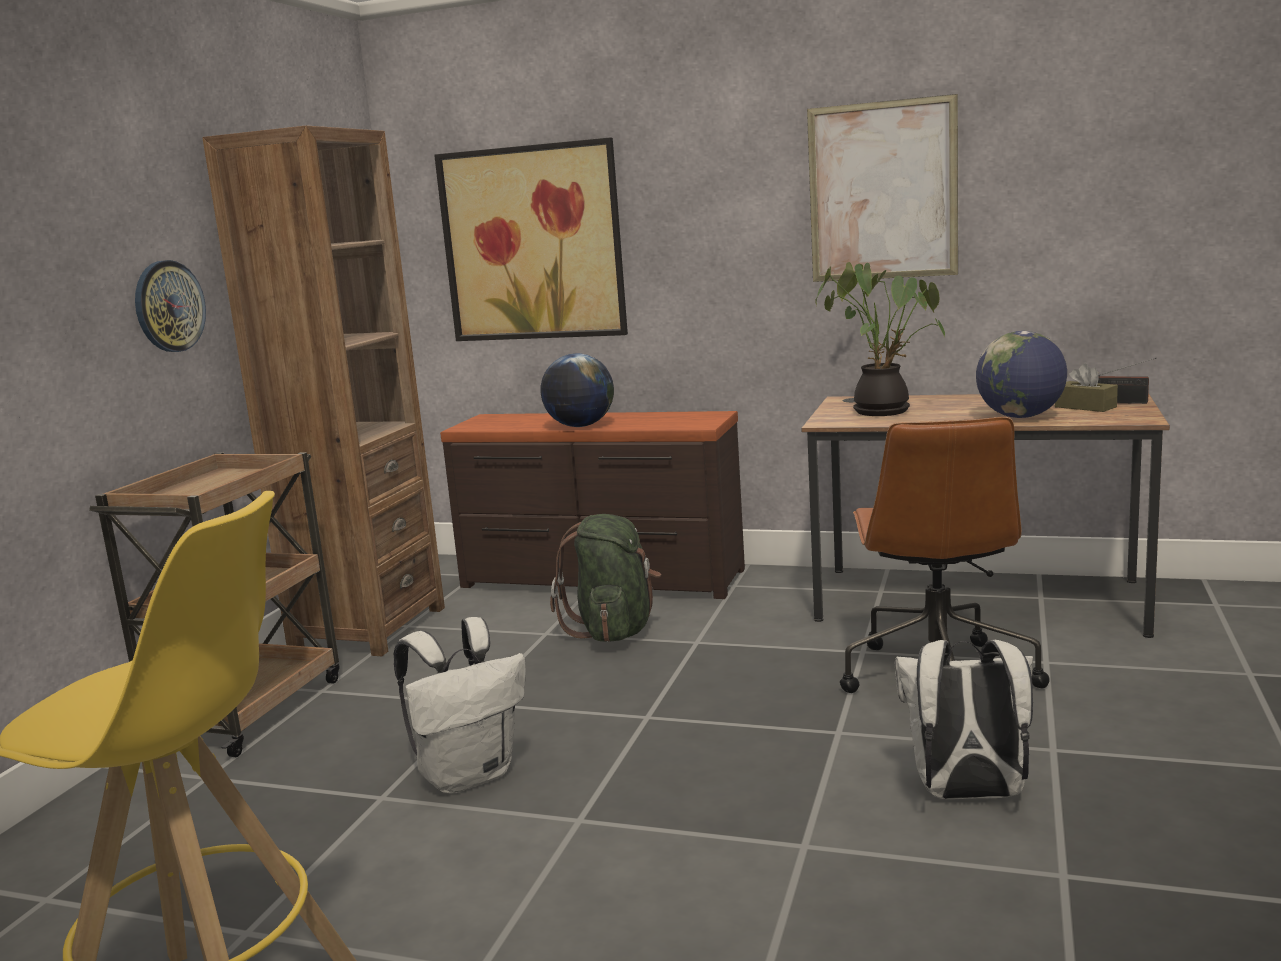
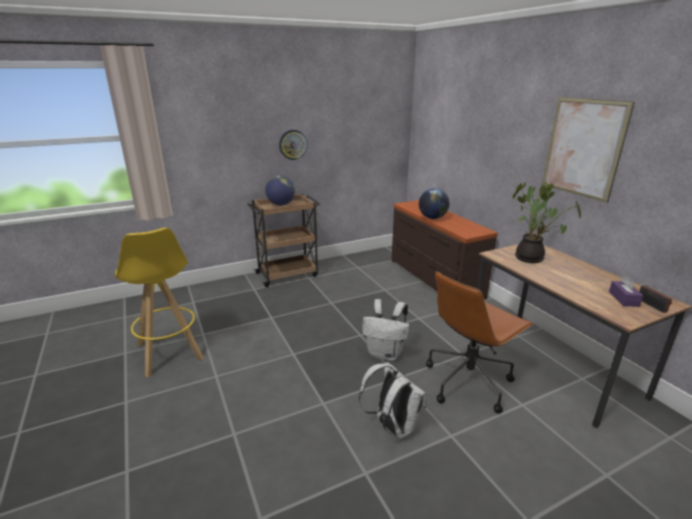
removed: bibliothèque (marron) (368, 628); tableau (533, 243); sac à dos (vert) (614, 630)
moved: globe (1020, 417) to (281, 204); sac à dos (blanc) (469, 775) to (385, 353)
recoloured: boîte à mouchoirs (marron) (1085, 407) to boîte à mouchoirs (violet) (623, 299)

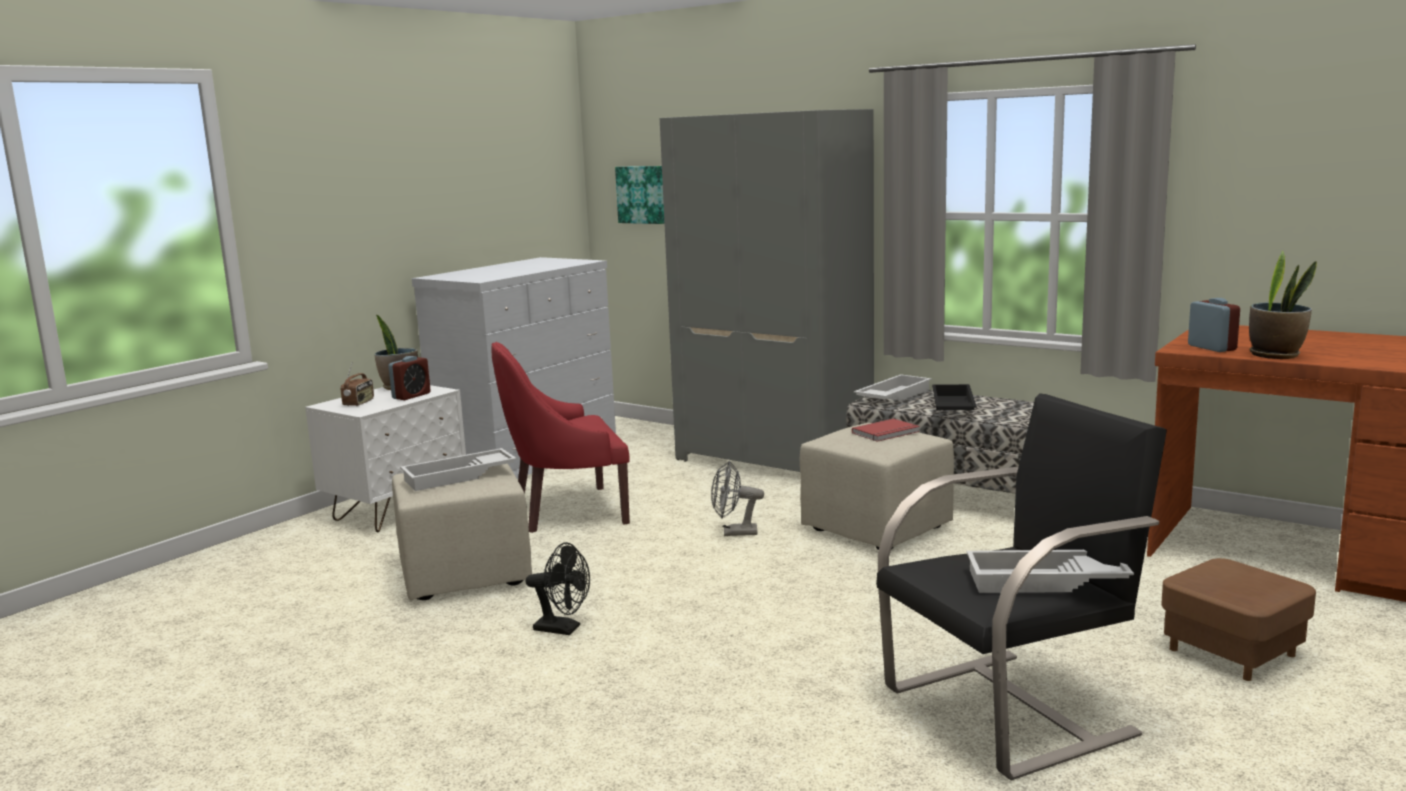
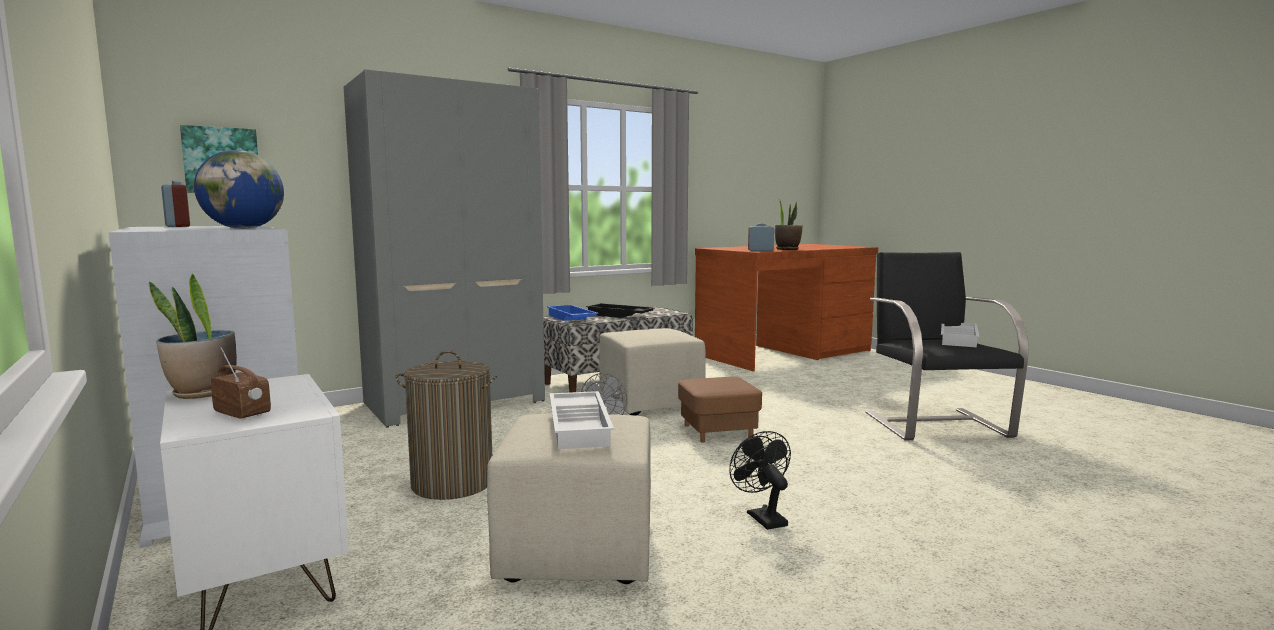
removed: livre (rouge) (887, 433)
added: globe (244, 228)
moved: réveil (411, 396) to (177, 226); pouf (marron) (1232, 652) to (718, 431)
replaced: fauteuil (rouge) (567, 511) to panier à linge (452, 483)
recoloured: plateau (blanc) (892, 396) to plateau (bleu) (570, 318)
turned: ventilateur (noir) (563, 629) = (762, 517) 60 degrees counterclockwise

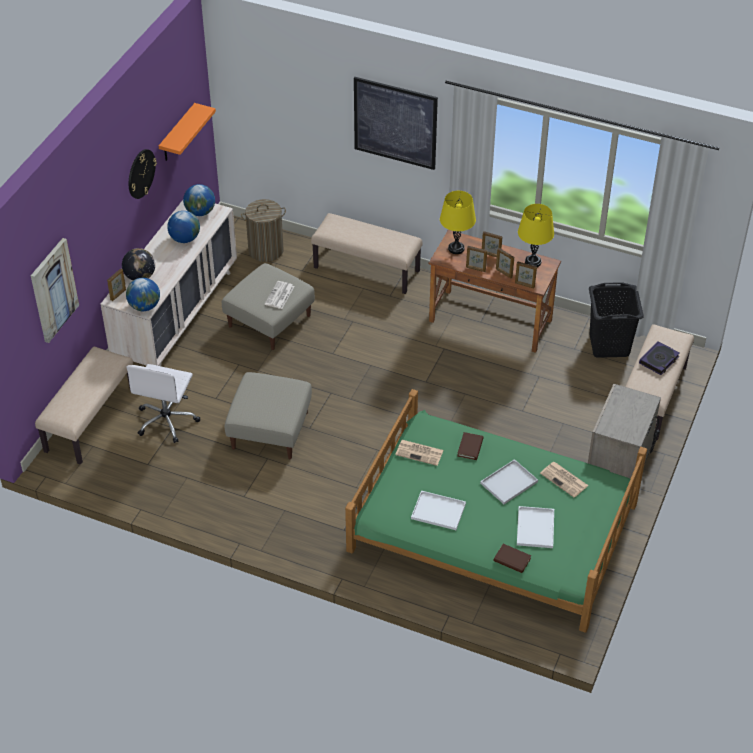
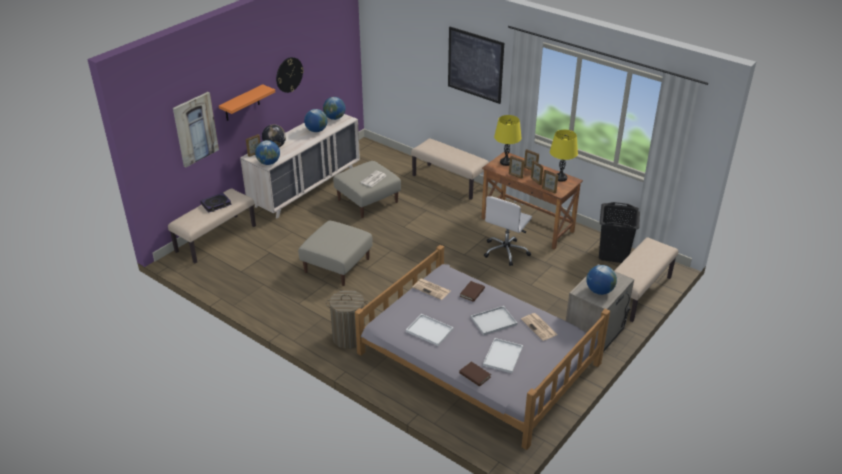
added: globe (599, 291)
moved: livre (659, 360) to (216, 204); étagère (orange) (177, 134) to (242, 103); panier à linge (266, 250) to (349, 337); chaise de bureau (blanc) (167, 420) to (506, 251)
recoloured: lit (vert) (492, 527) to lit (gris) (477, 358)

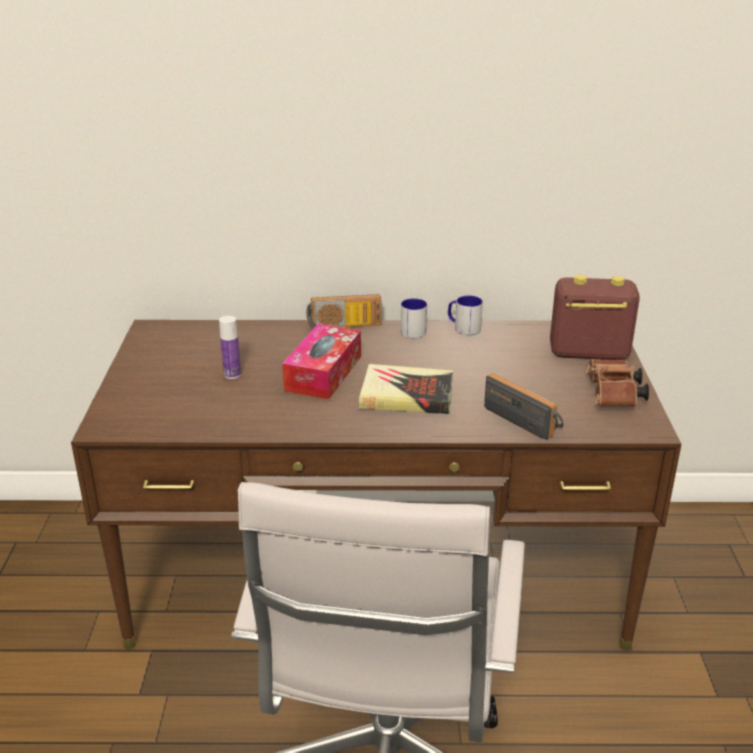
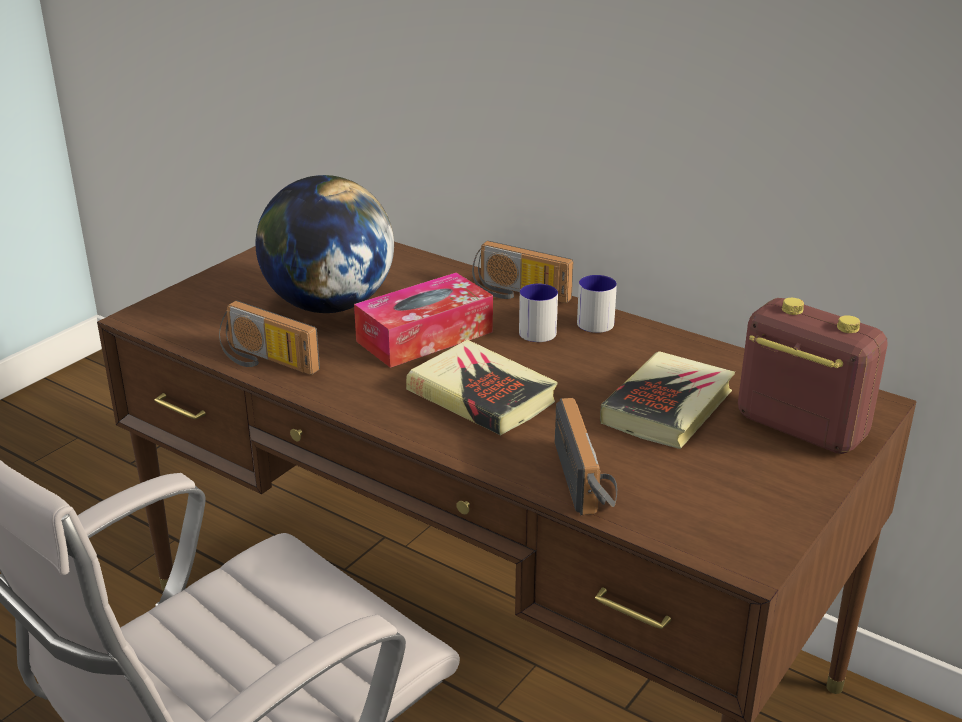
removed: jumelles (marron) (613, 397)
added: radio (265, 361); livre (667, 407)
moved: mug (463, 328) to (534, 329)
replaced: bouteille (232, 374) to globe (329, 305)

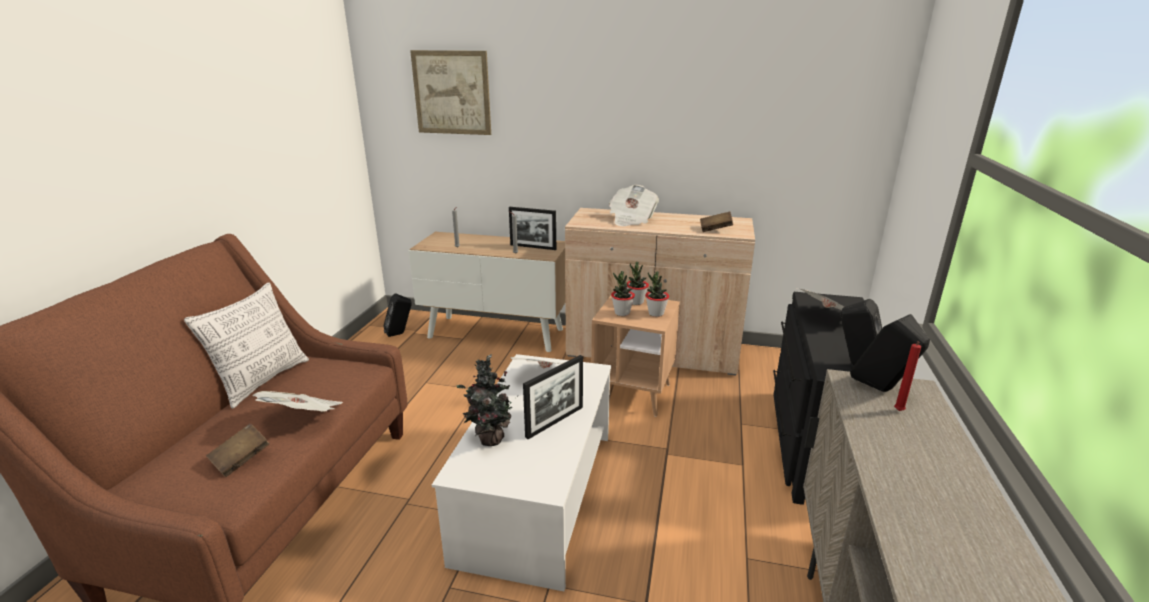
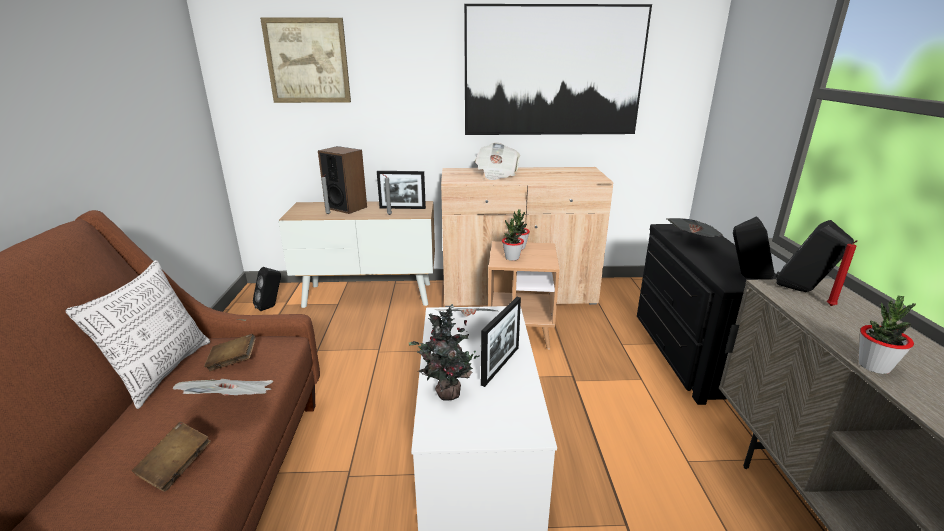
added: enceinte (346, 207); tableau (553, 72)
moved: livre (marron) (715, 230) to (233, 362); plante en pot (656, 313) to (874, 366)

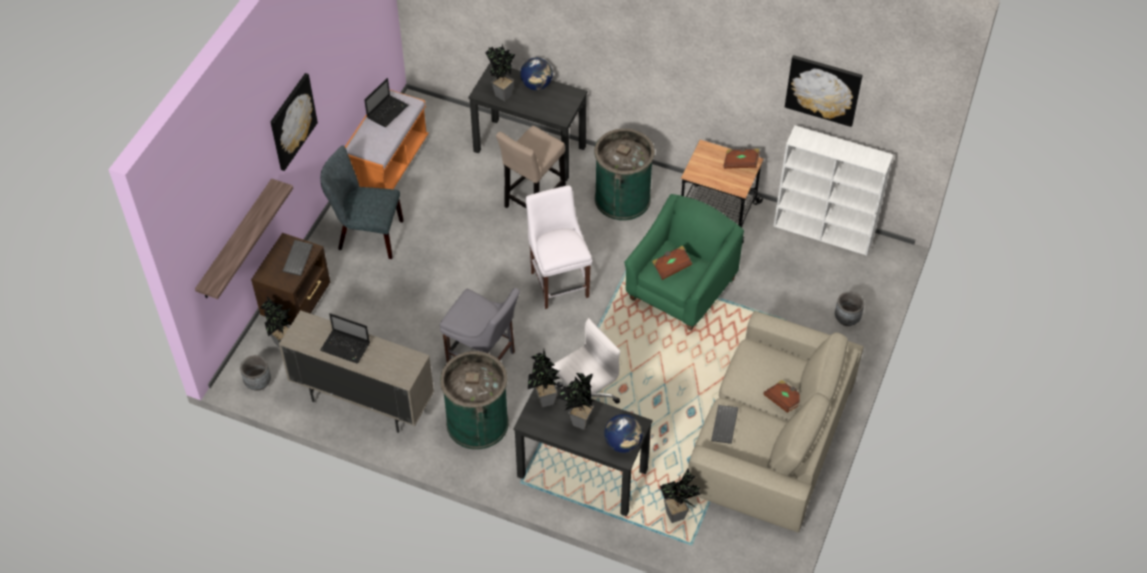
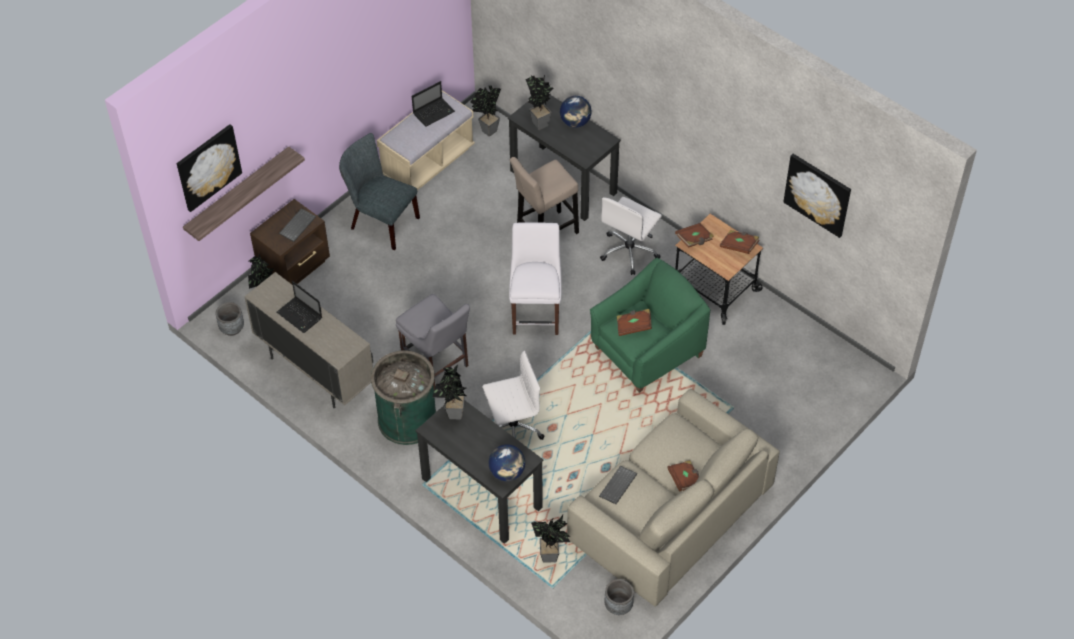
removed: bibliothèque (blanc) (824, 232)
added: livre (marron) (694, 240)
moved: tableau (292, 121) to (208, 167); plante en pot (578, 423) to (486, 131); cache-pot (gris) (847, 318) to (618, 606)
replaced: poubelle (vert) (622, 198) to chaise de bureau (blanc) (629, 251)
recoloured: banc (orange) (388, 164) to banc (beige) (428, 162)

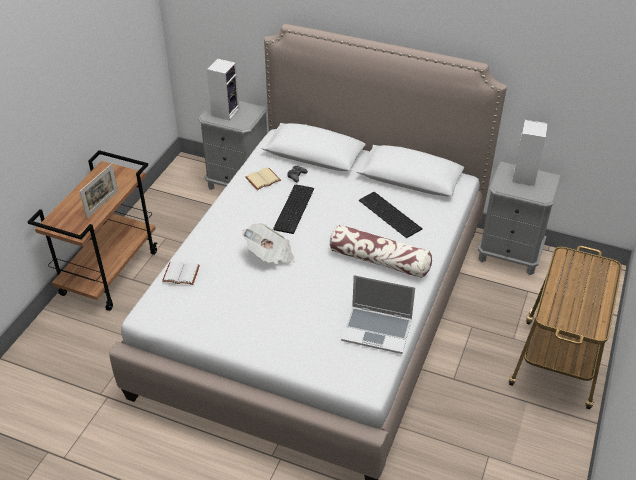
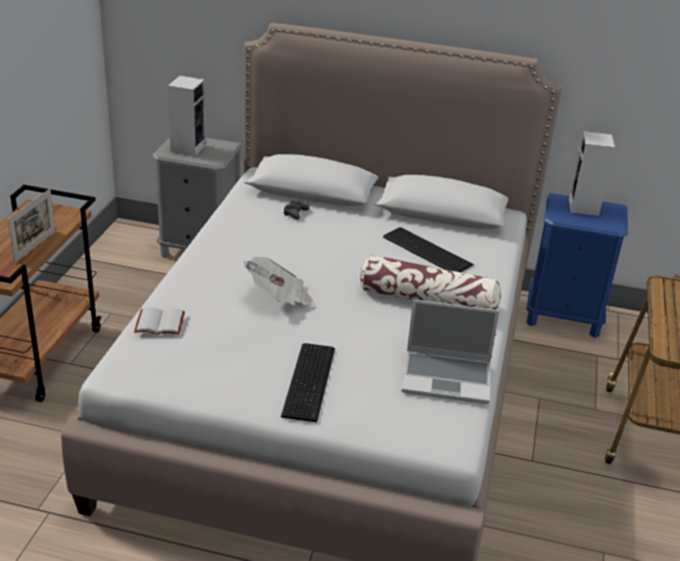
removed: livre (beige) (263, 179)
moved: clavier (295, 208) to (311, 381)
recoloured: table de chevet (gris) (510, 254) to table de chevet (bleu) (563, 316)

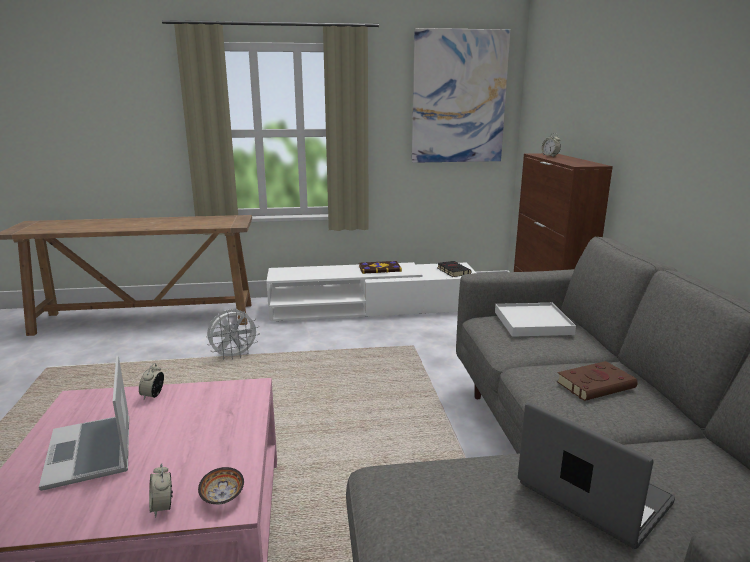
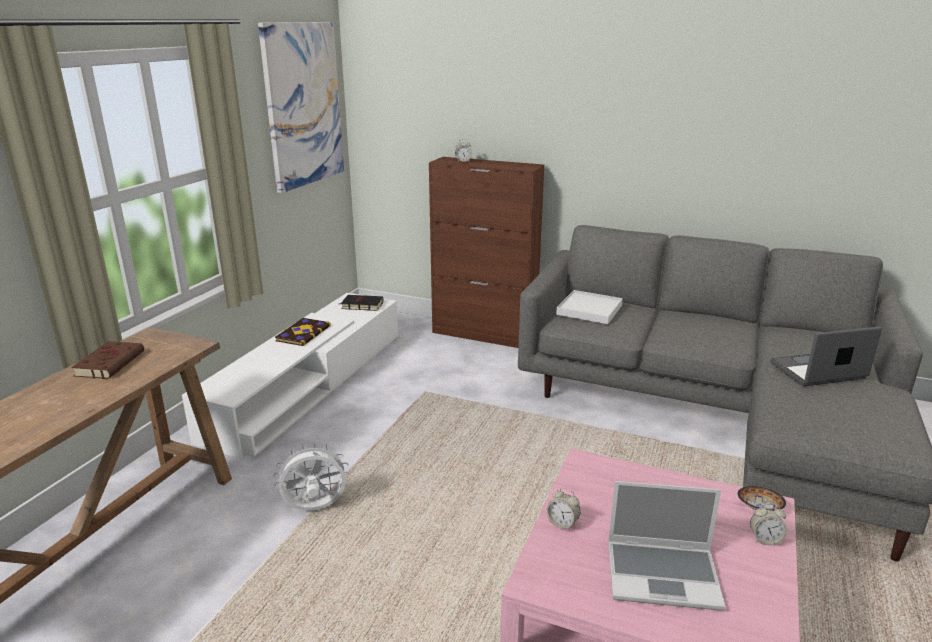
moved: livre (marron) (597, 385) to (111, 363)
turned: ventilateur (blanc) (234, 356) = (315, 509) 105 degrees counterclockwise

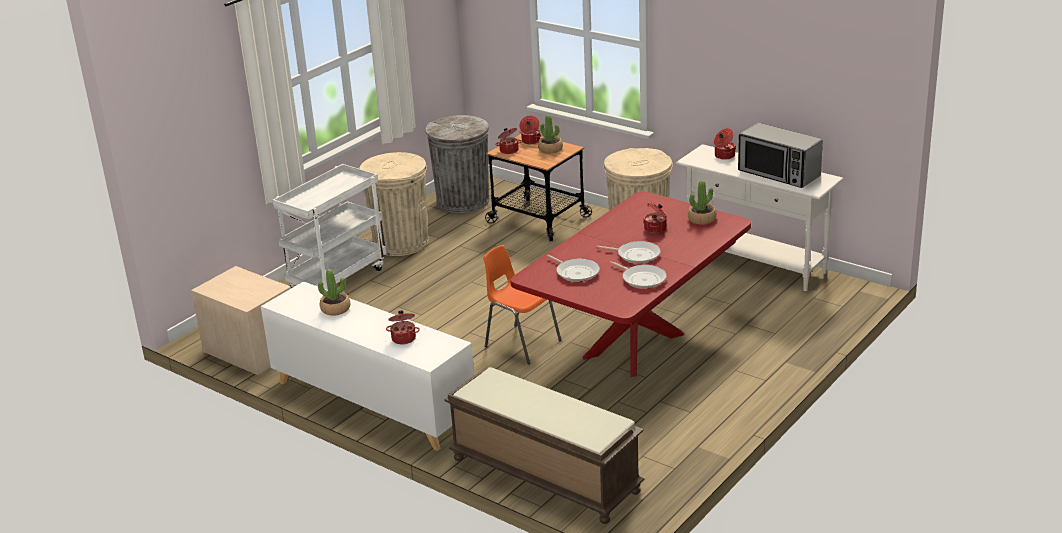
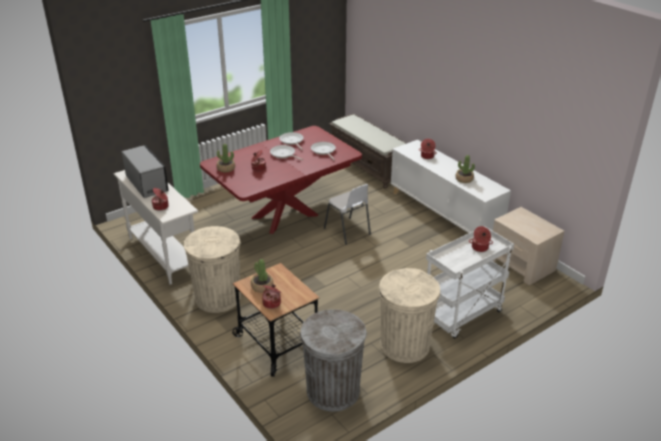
moved: marmite (509, 150) to (480, 248)
recoloured: chaise (orange) (521, 343) to chaise (blanc) (348, 232)

